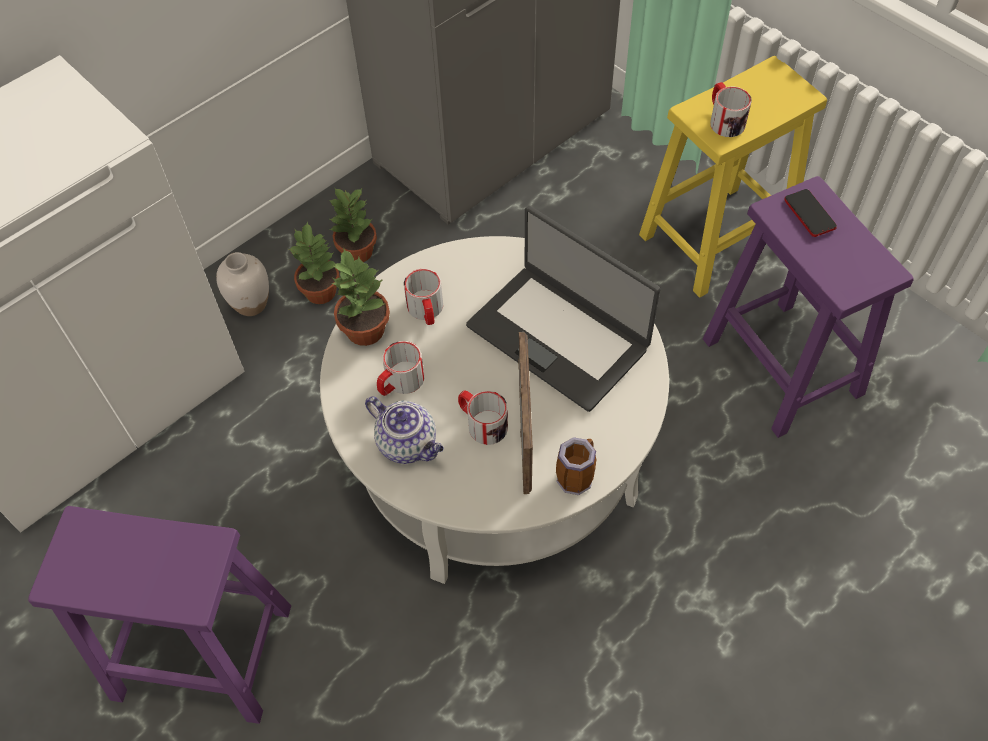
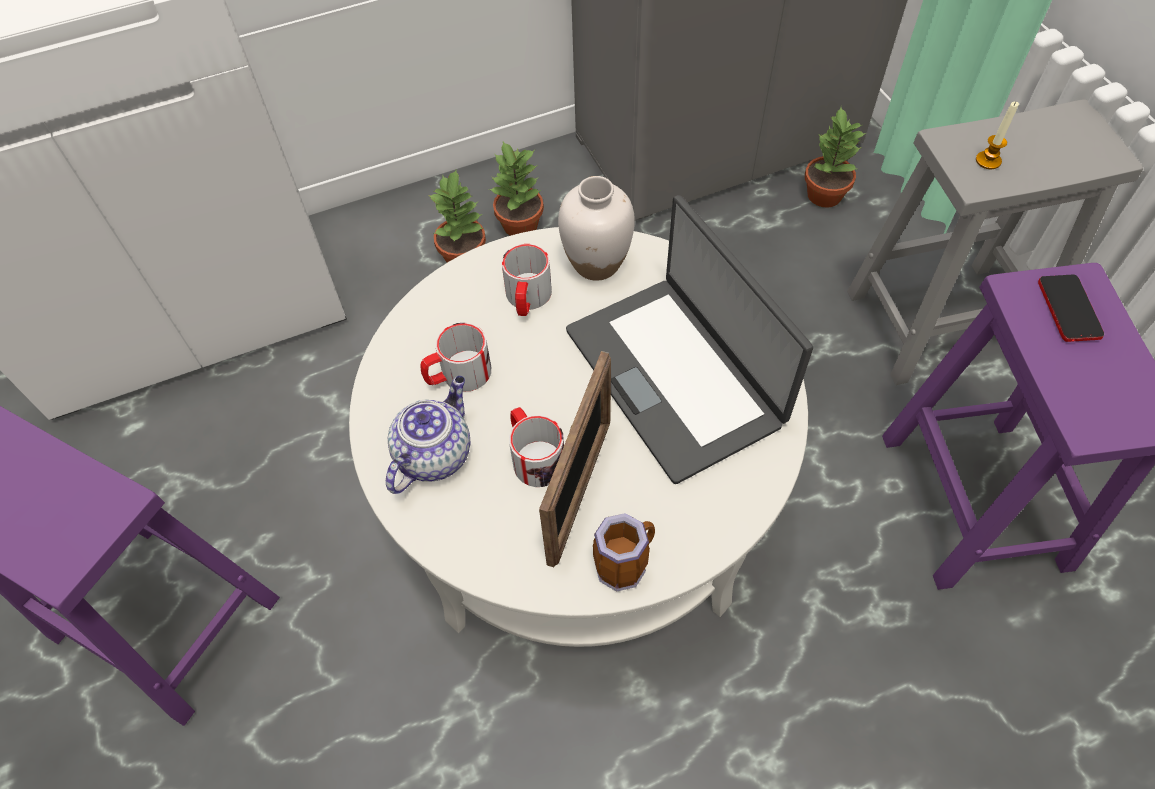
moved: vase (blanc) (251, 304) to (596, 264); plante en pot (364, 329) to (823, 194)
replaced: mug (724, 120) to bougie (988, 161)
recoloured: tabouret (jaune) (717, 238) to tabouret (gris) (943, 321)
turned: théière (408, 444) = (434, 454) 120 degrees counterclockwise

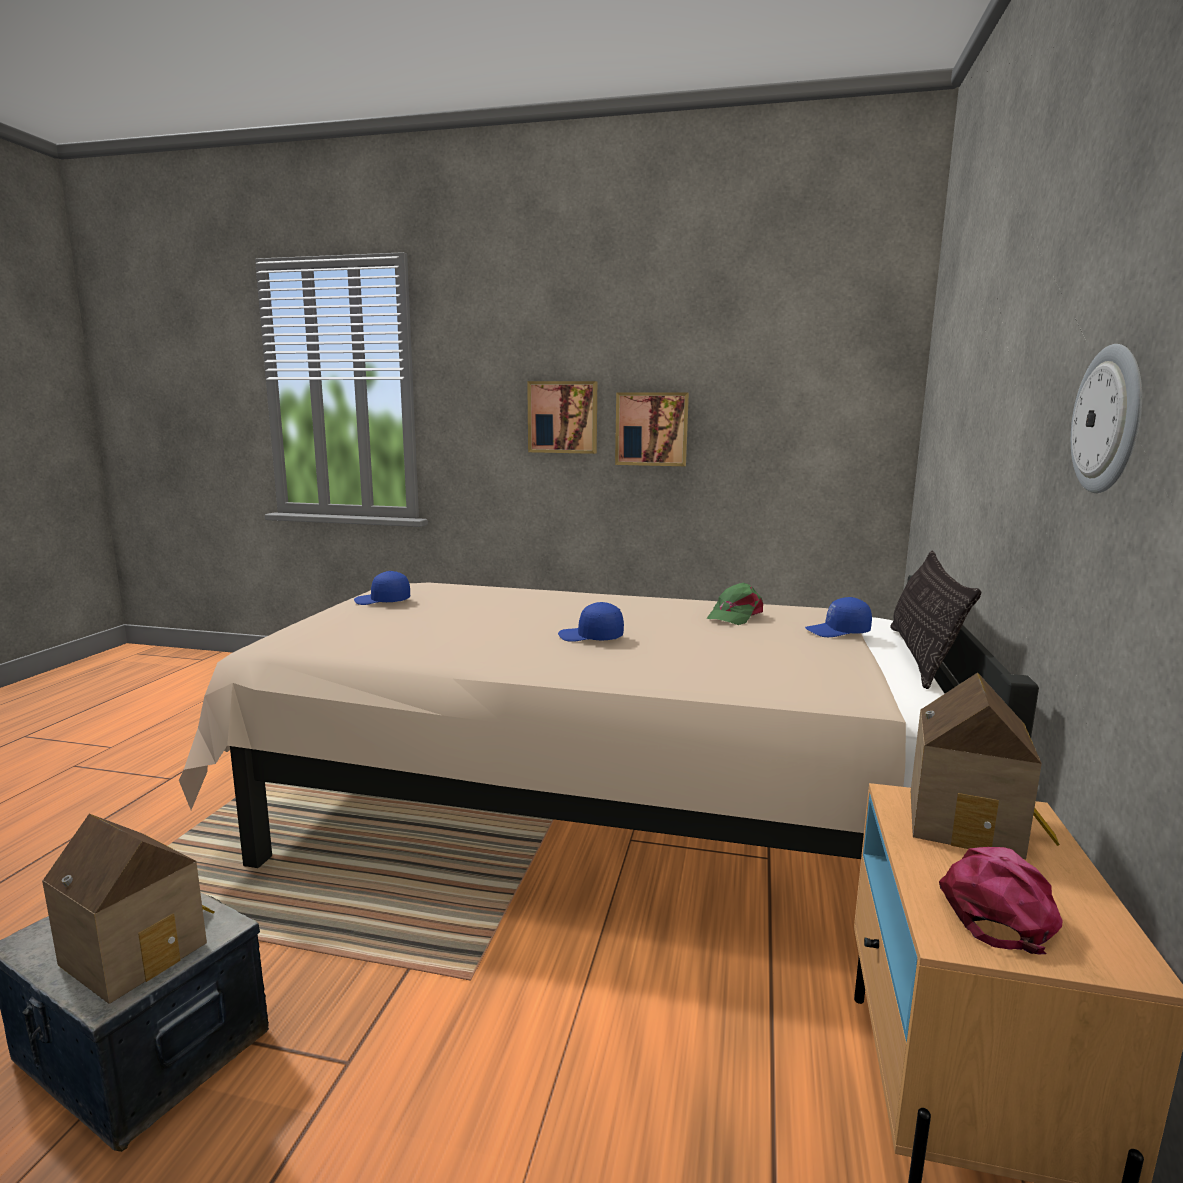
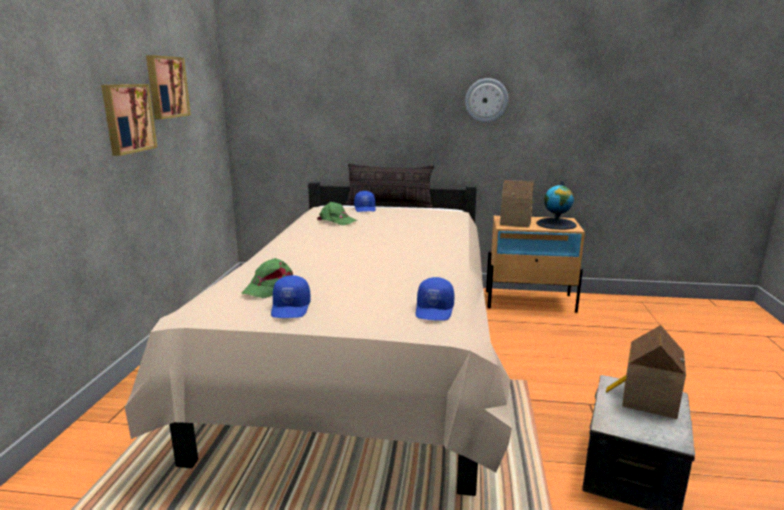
added: casquette (vert) (269, 287)
moved: tableau (563, 417) to (166, 87); casquette (bleu) (590, 637) to (435, 310)
replaced: casquette (rose) (1000, 907) to globe (556, 224)

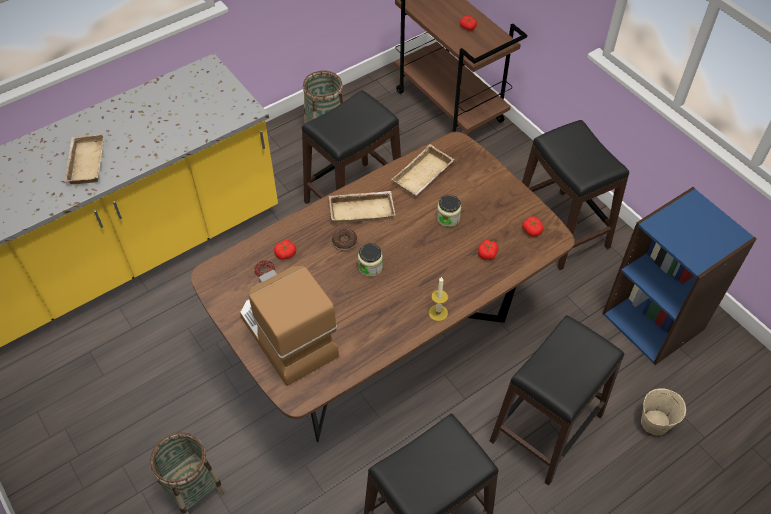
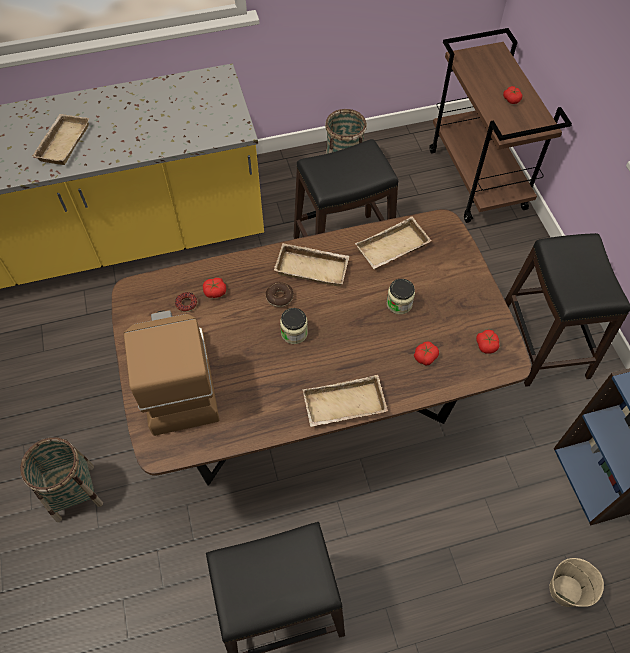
removed: tabouret (noir) (547, 428)
replaced: bougie (438, 313) to plateau (beige) (343, 407)

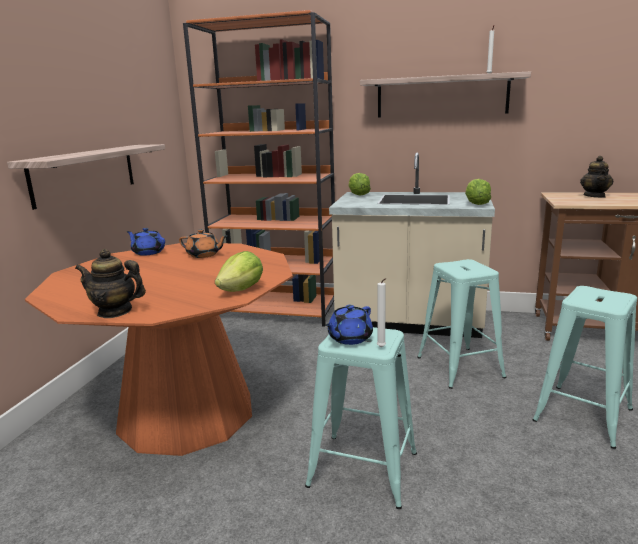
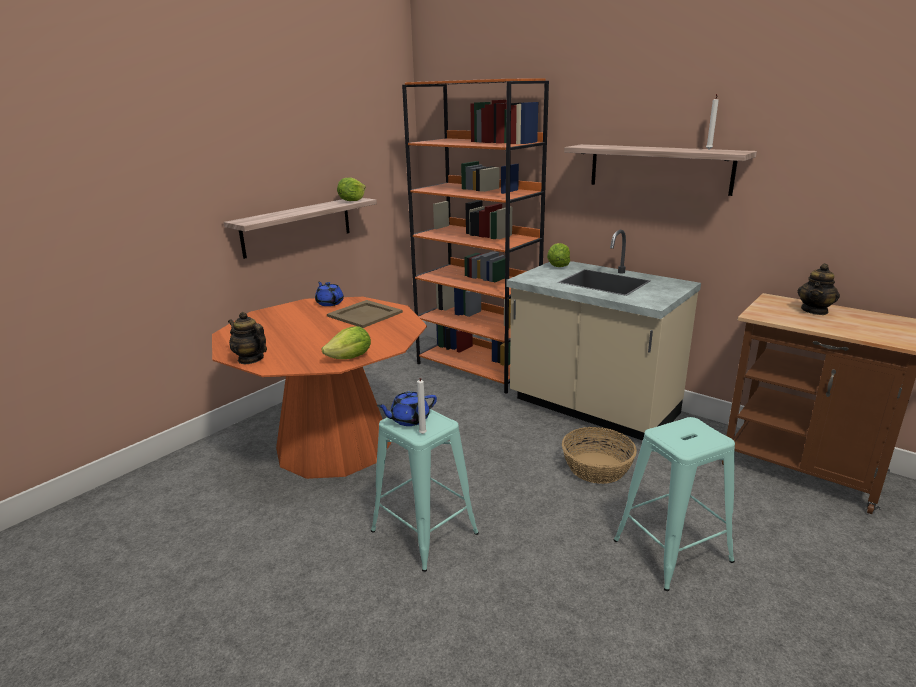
moved: laitue (476, 204) to (352, 201)
replaced: théière (orange) (204, 255) to plateau (beige) (365, 314); tabouret (turquoise) (459, 367) to panier (596, 468)

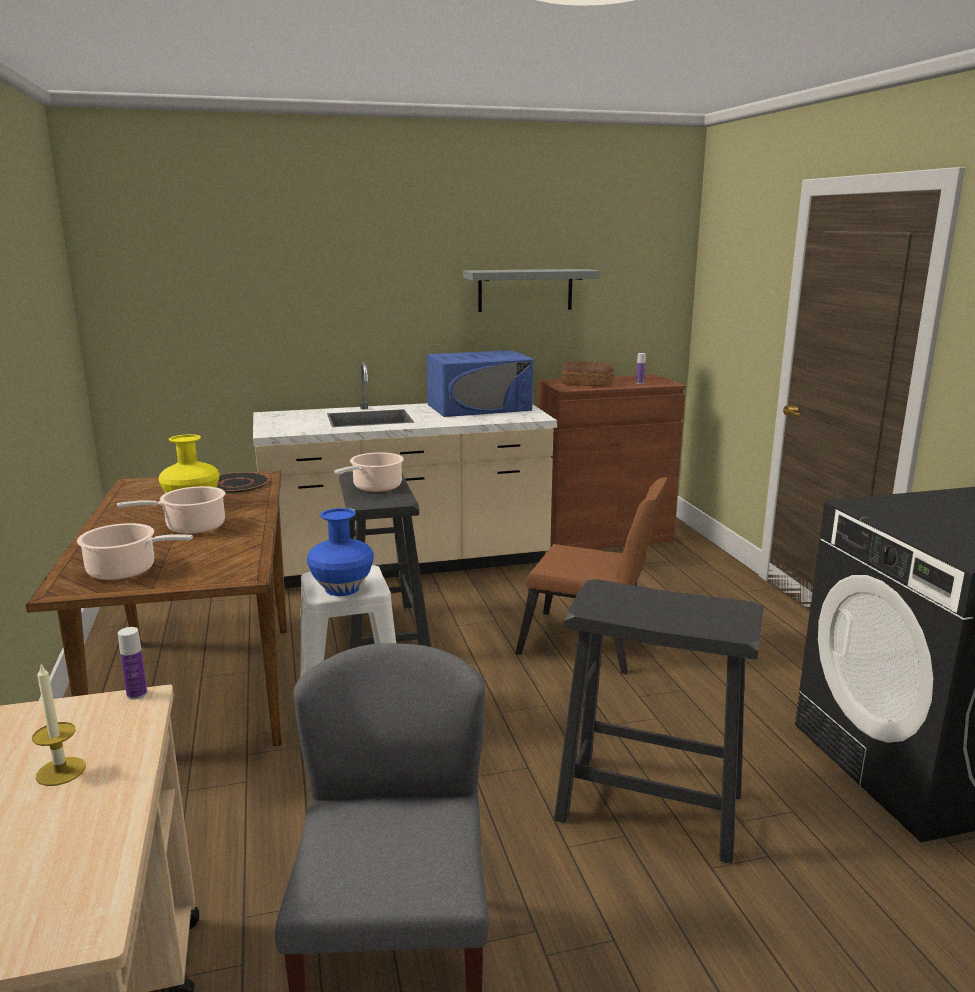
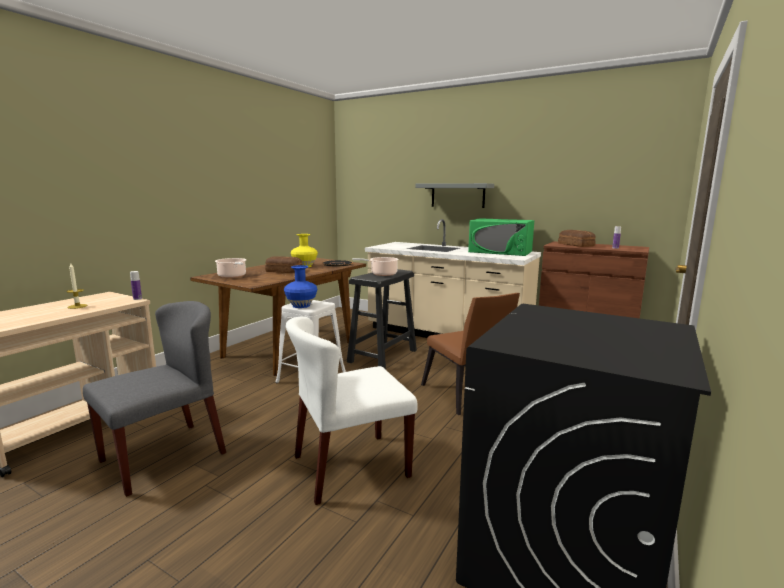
moved: étagère (gris) (525, 290) to (457, 195)
replaced: marmite (191, 527) to pain (284, 271); tabouret (noir) (648, 805) to chaise (blanc) (350, 466)
recoloured: micro-ondes (bleu) (479, 407) to micro-ondes (vert) (500, 251)

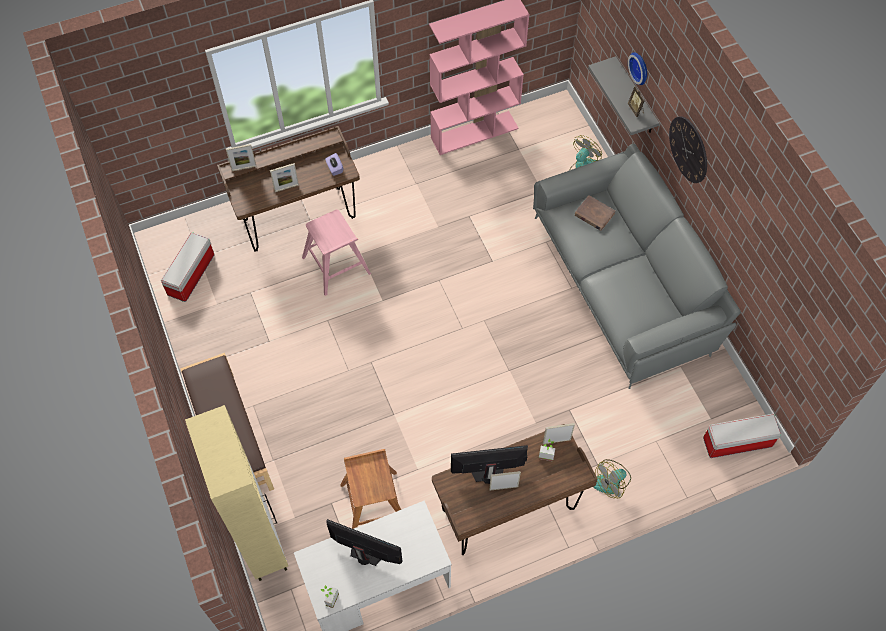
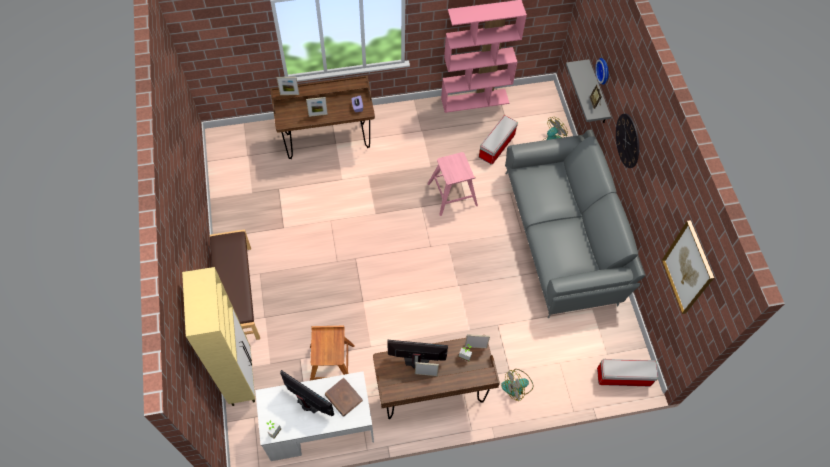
added: tableau (688, 268)
moved: livre (marron) (594, 214) to (343, 397); tabouret (rose) (336, 266) to (452, 195); boîte de rangement (191, 275) to (496, 147)

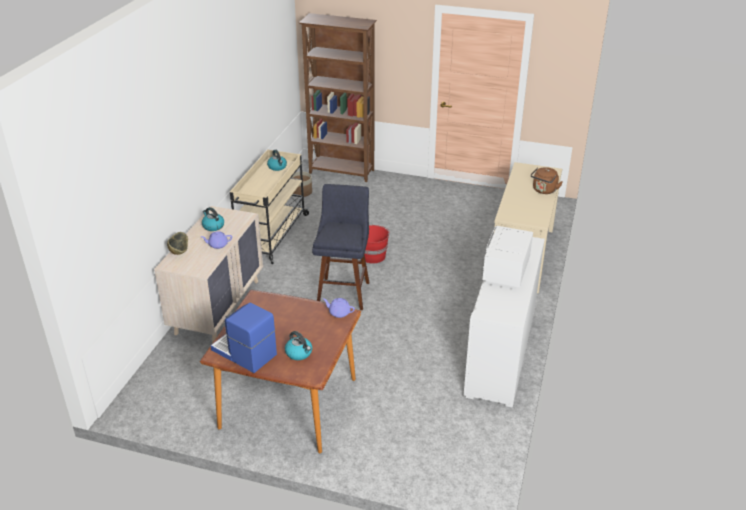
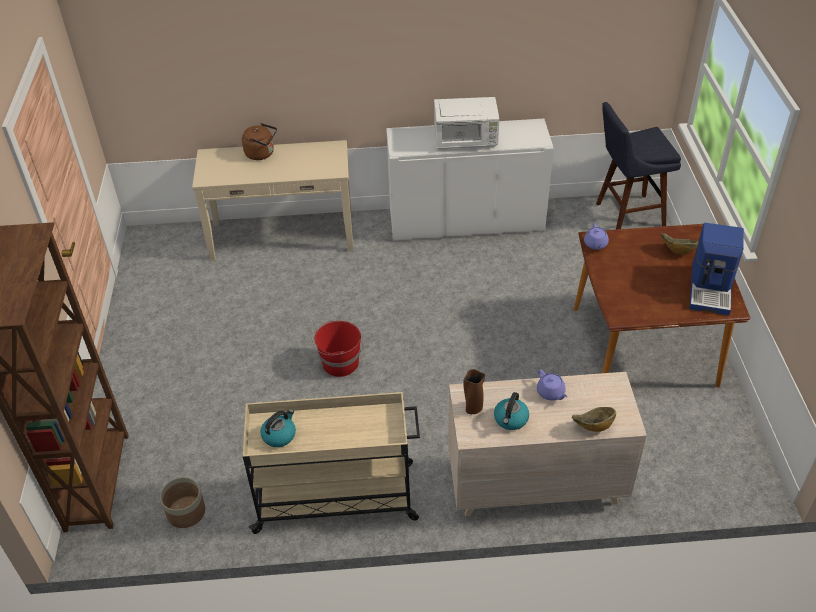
added: vase (marron) (473, 409)
moved: tabouret (bleu) (344, 291) to (625, 215)
replaced: bouilloire (299, 353) to bol (677, 251)

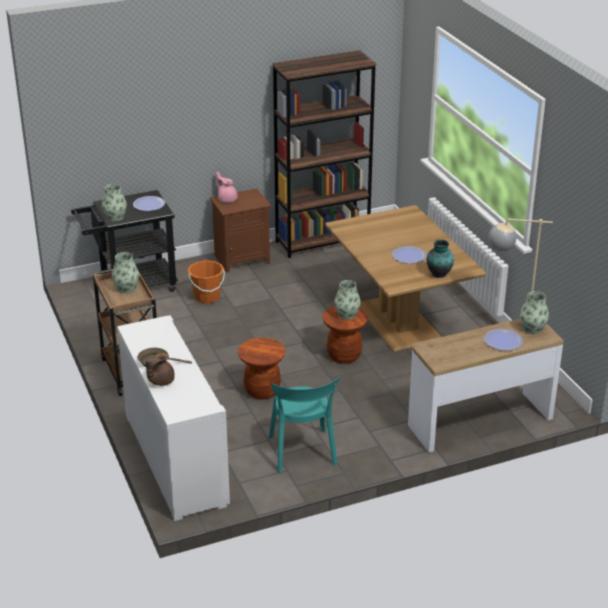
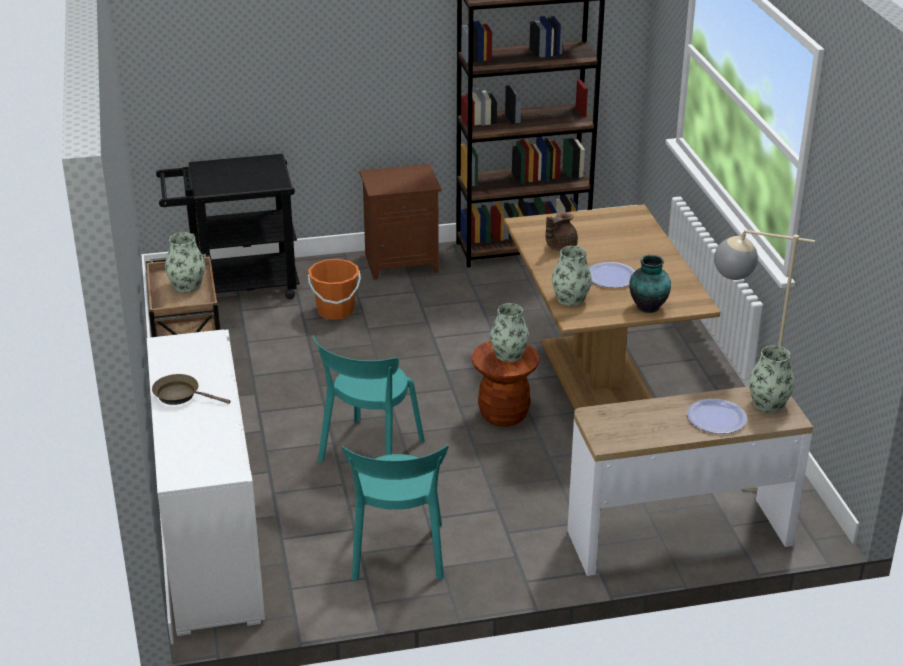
removed: assiette (149, 204); théière (rose) (227, 199)
moved: théière (marron) (160, 381) to (560, 247); vase (115, 217) to (570, 299)
replaced: tabouret (marron) (262, 390) to chaise (turquoise) (369, 453)

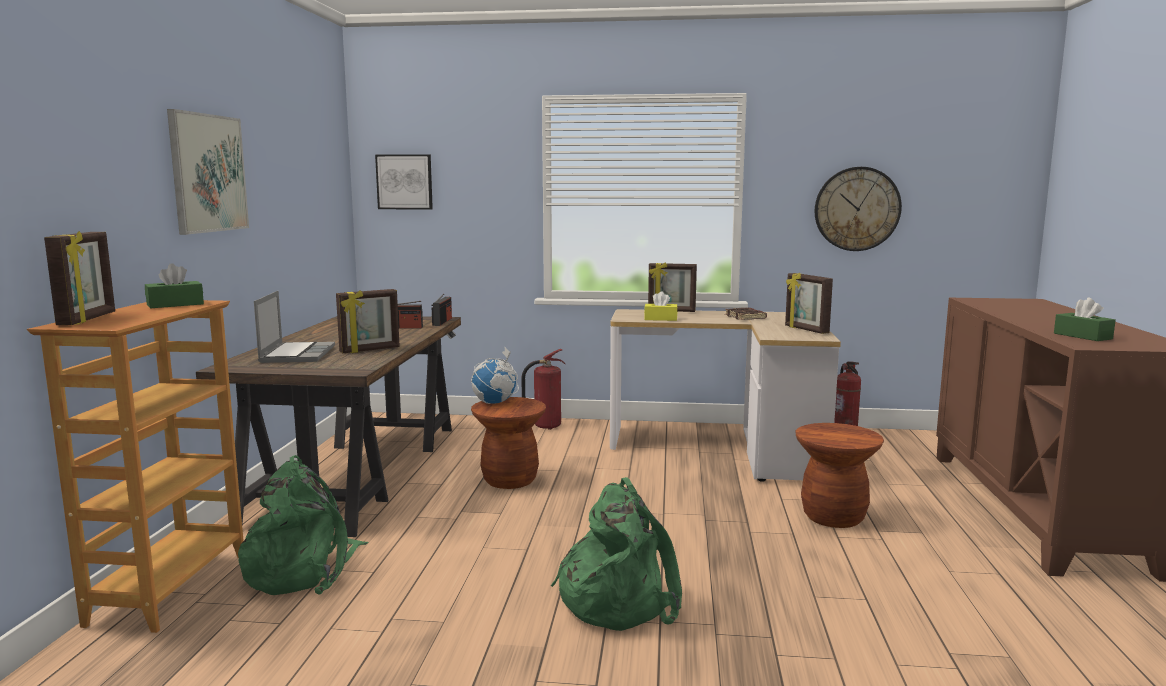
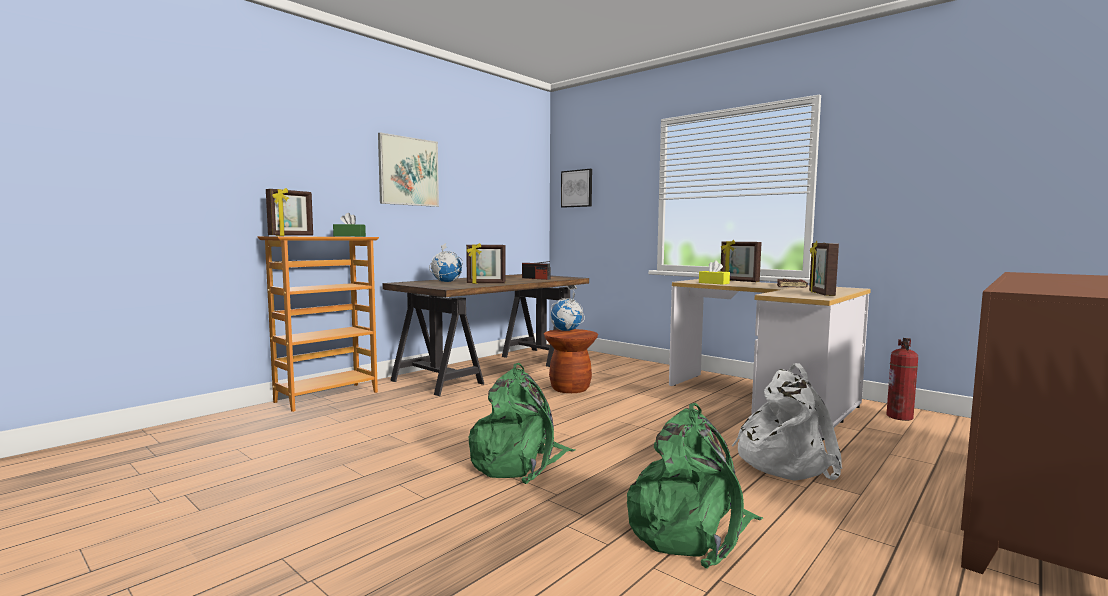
removed: radio (442, 321); extincteur (545, 426); horloge murale (857, 209); boîte à mouchoirs (vert) (1082, 336)
moved: sac à dos (vert) (304, 569) to (691, 530)
replaced: ordinateur portable (297, 354) to globe (446, 282); tabouret (marron) (833, 517) to sac à dos (blanc) (784, 462)

